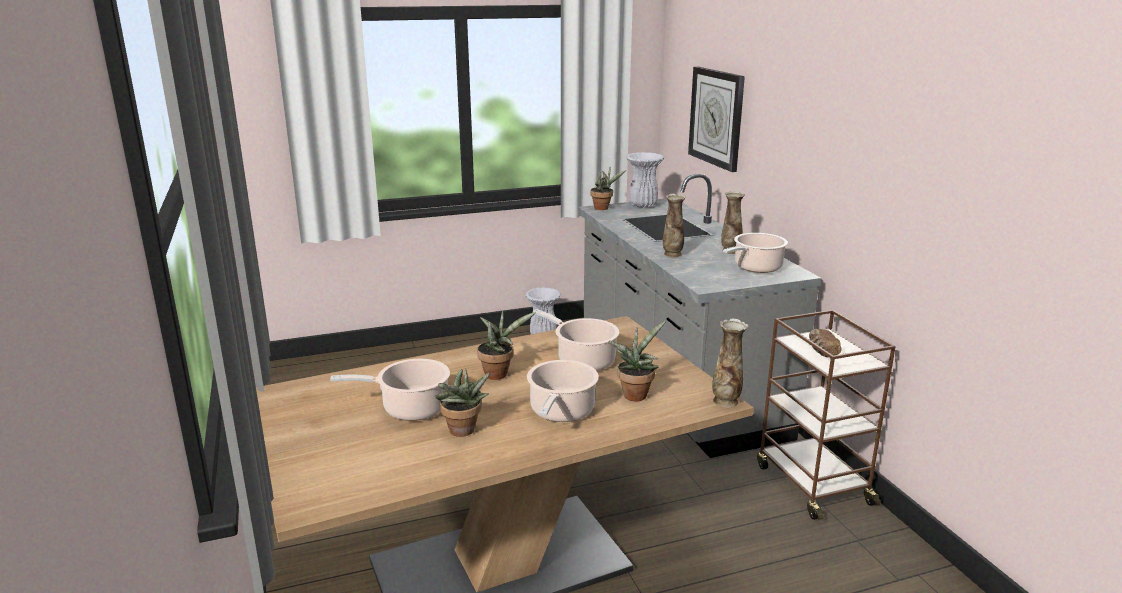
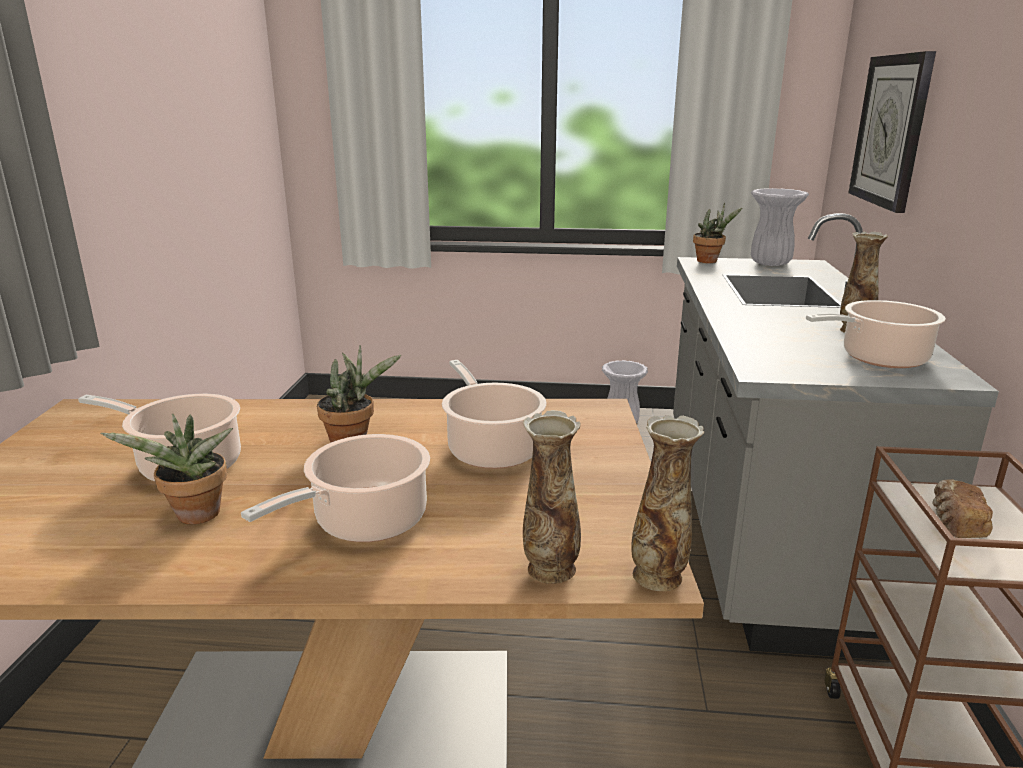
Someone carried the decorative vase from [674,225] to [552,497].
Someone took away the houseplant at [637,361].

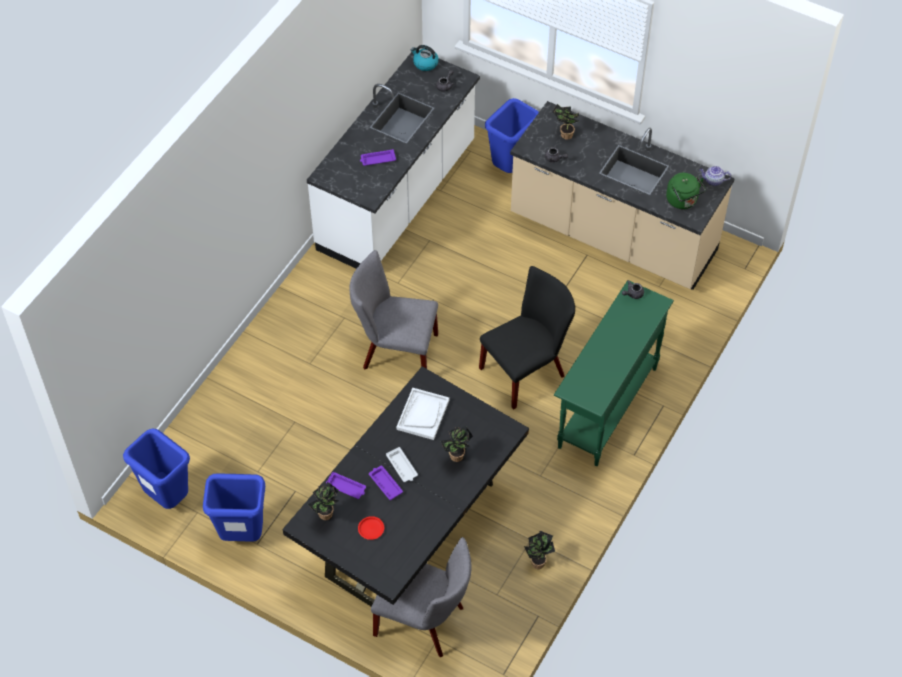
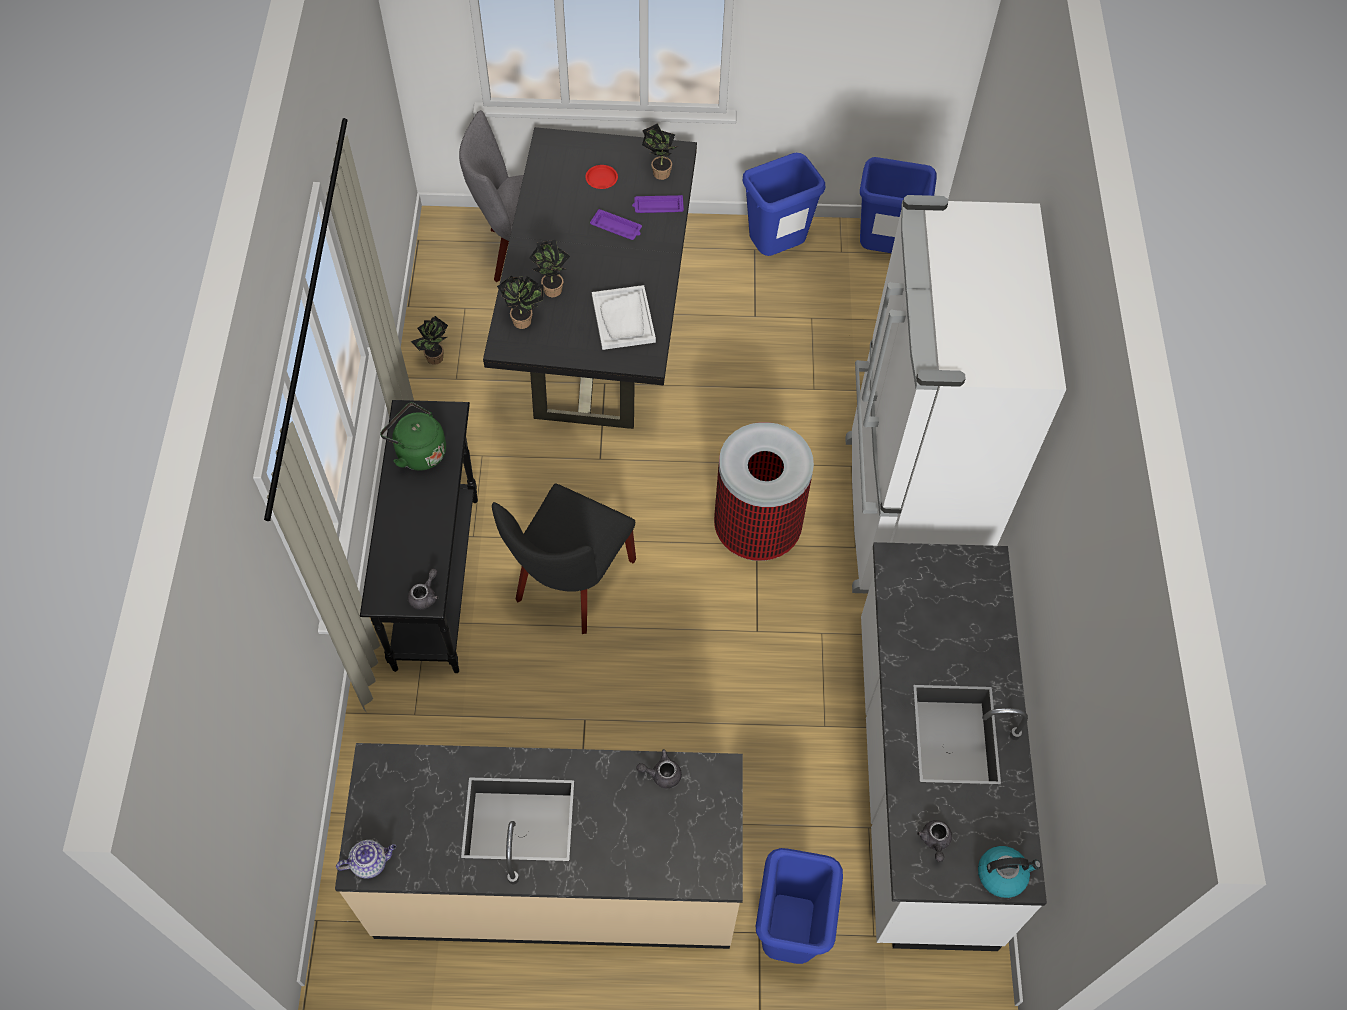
Someone carried the houseplant from [565,121] to [520,302].
Someone took away the carrying tray in purplish at [378,157].
Someone carried the kettle in green-coloured from [686,191] to [413,436].
Someone swapped the plain chair in grey at [393,310] for the waste bin at [764,491].
Someone repainted the narrow table in green-coloured at [614,373], which became the narrow table in black at [419,536].
Someone took away the carrying tray in white at [402,464].
Someone put down the refrigerator in white at [955,394].

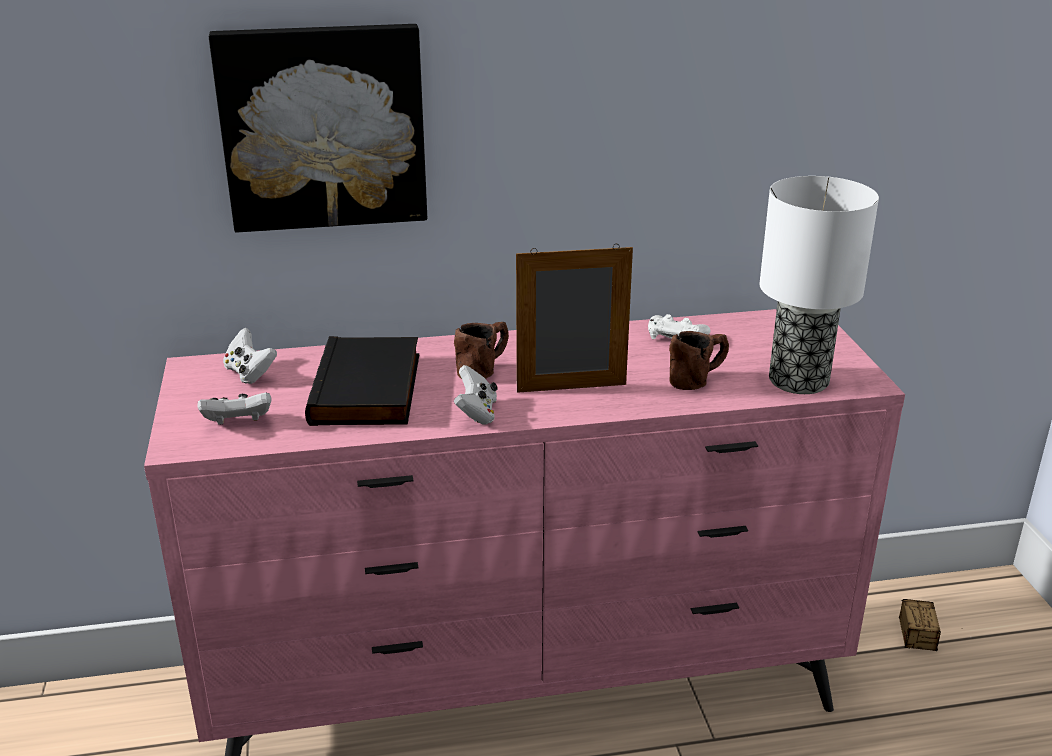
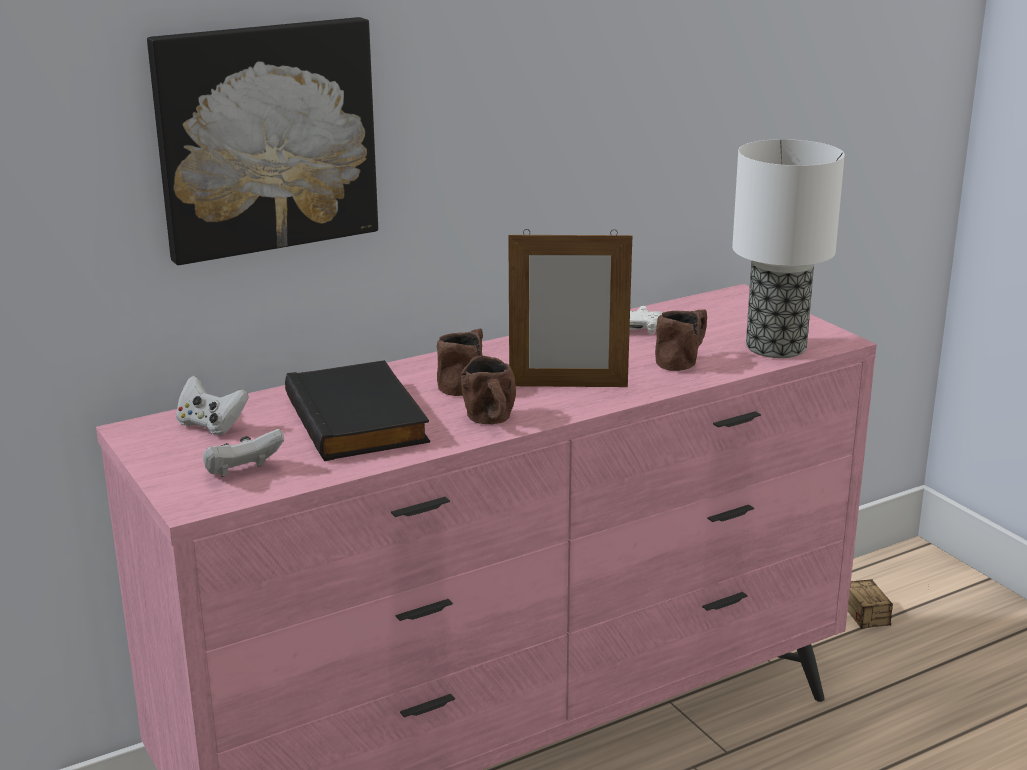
Someone rotated the picture frame at [574,318] by 150 degrees counterclockwise.
Someone swapped the joypad in white at [476,395] for the coffee mug in brownish at [488,390].

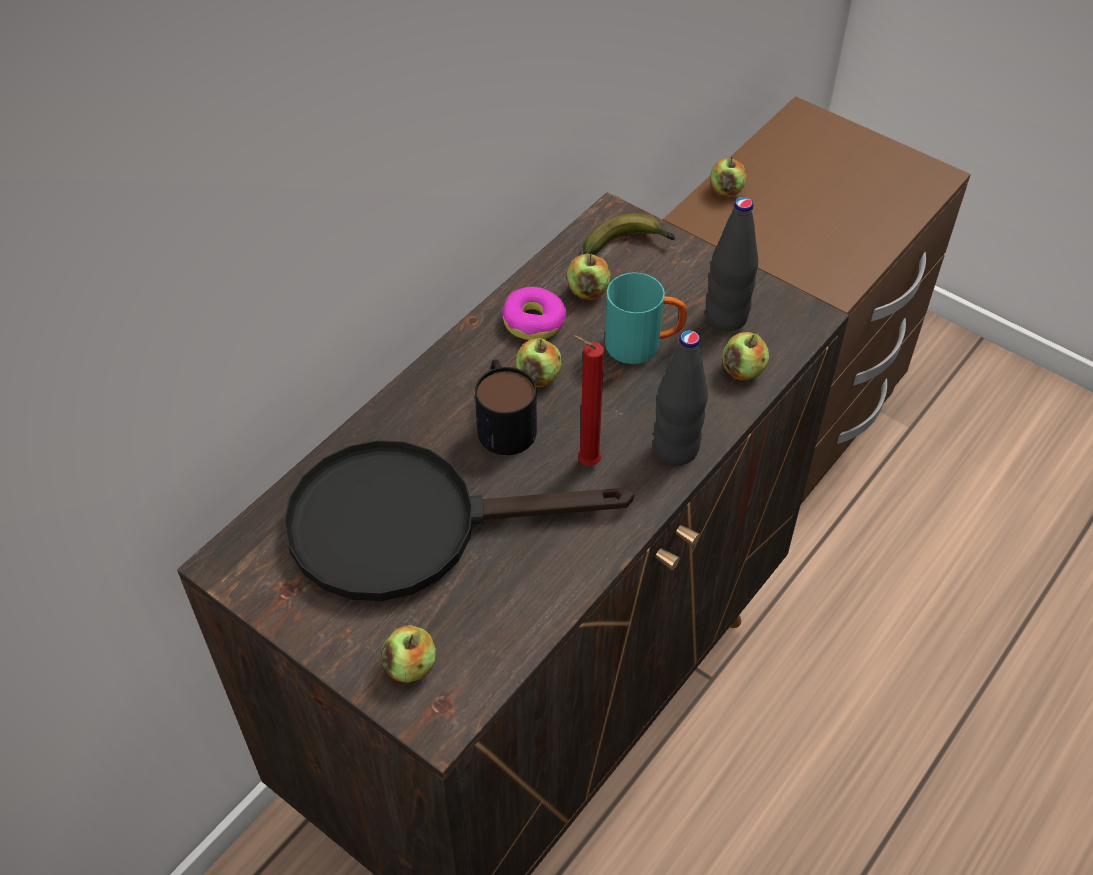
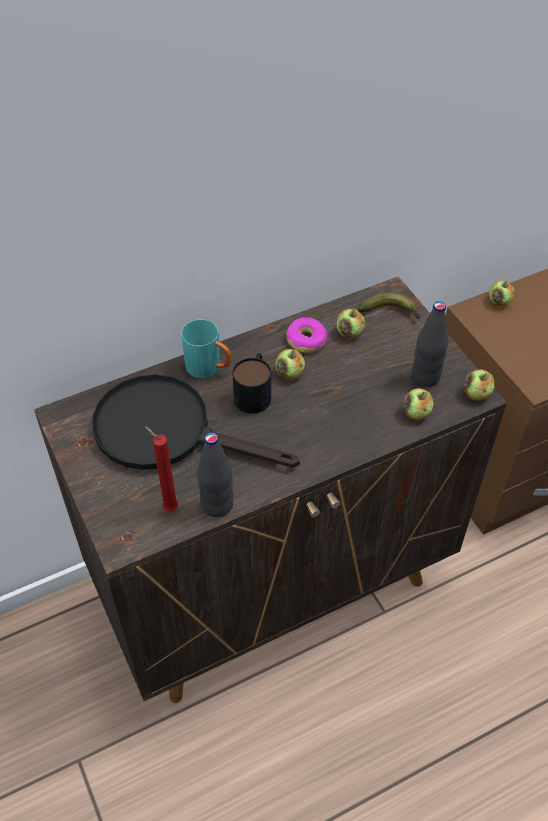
Someone carried the coffee mug in turquoise from [646,318] to [206,348].
Someone carried the beverage bottle in black from [680,398] to [215,474].
Someone carried the wax light in red from [588,400] to [161,469].
Someone carried the apple from [408,654] to [479,385].

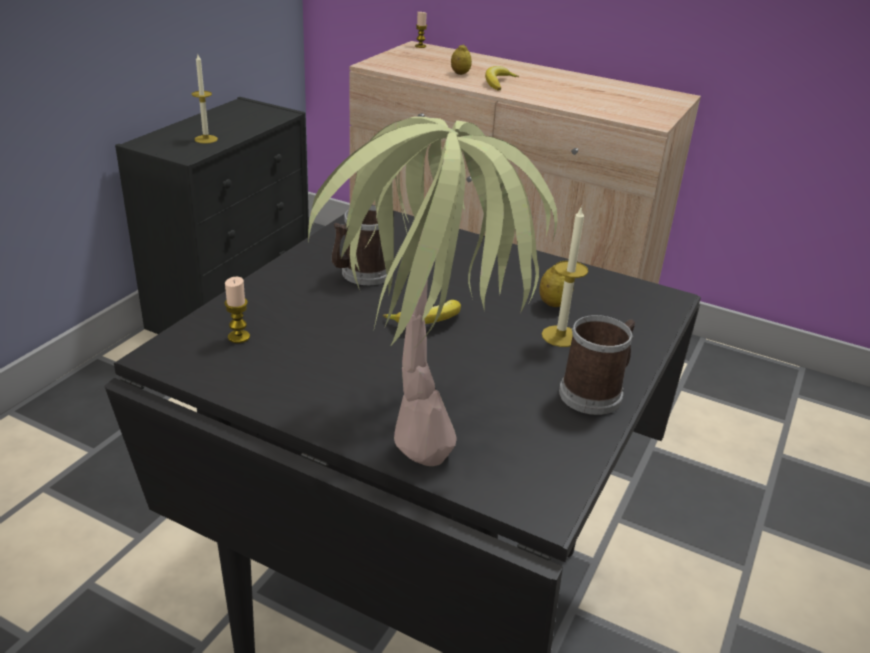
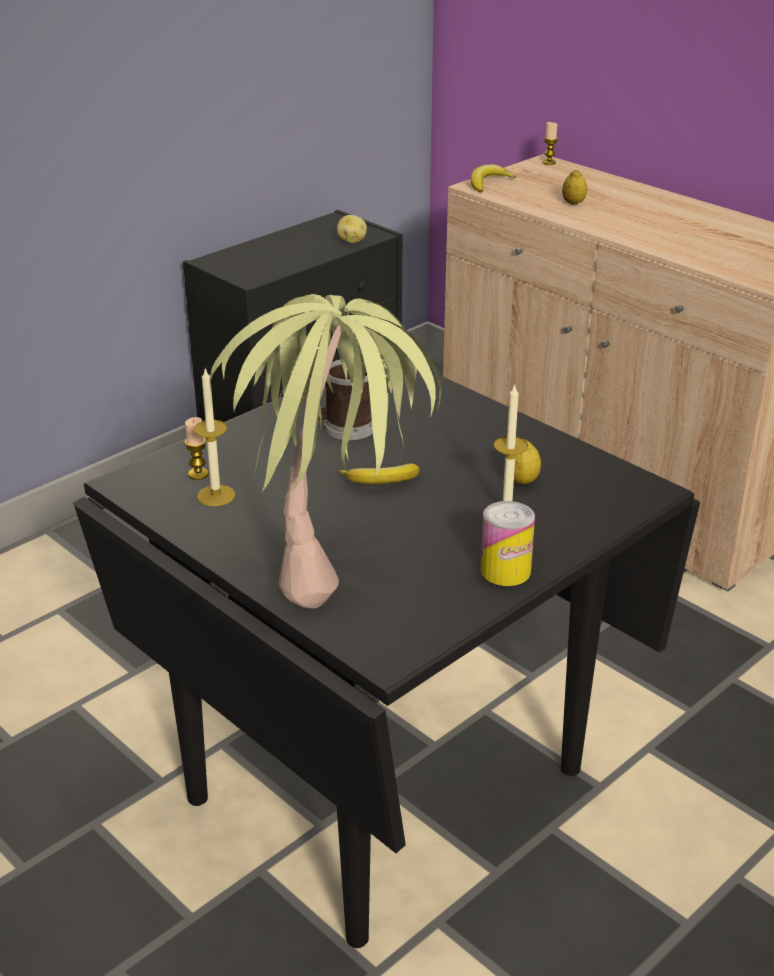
Someone carried the wax light from [205,99] to [214,437].
Someone carried the banana fruit from [502,78] to [493,178].
Someone swapped the coffee mug at [597,365] for the can at [508,543].
Someone put down the whole potato at [352,229].

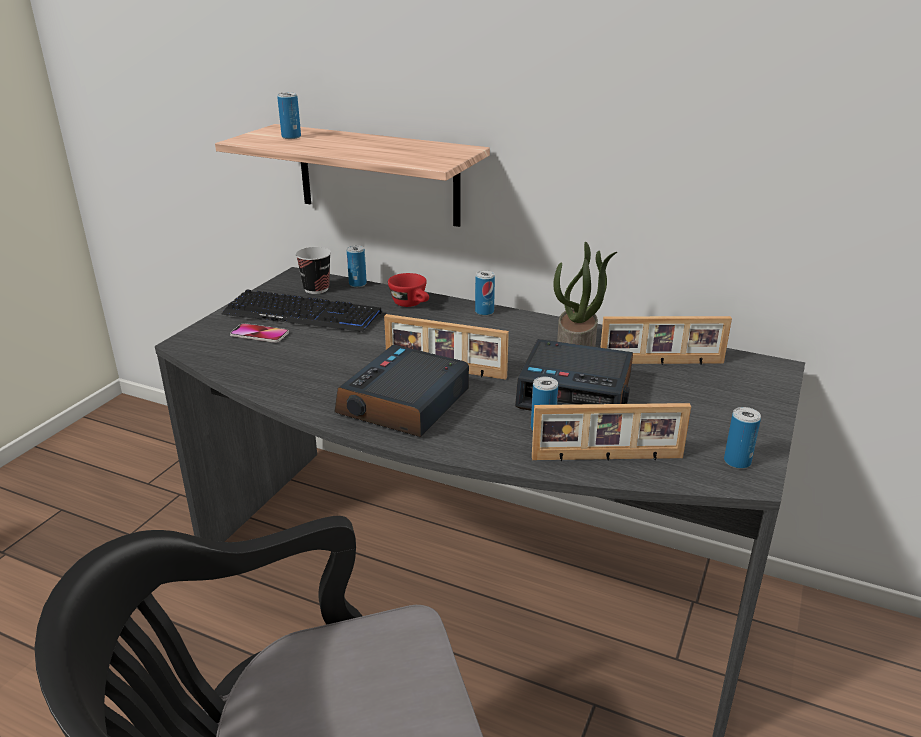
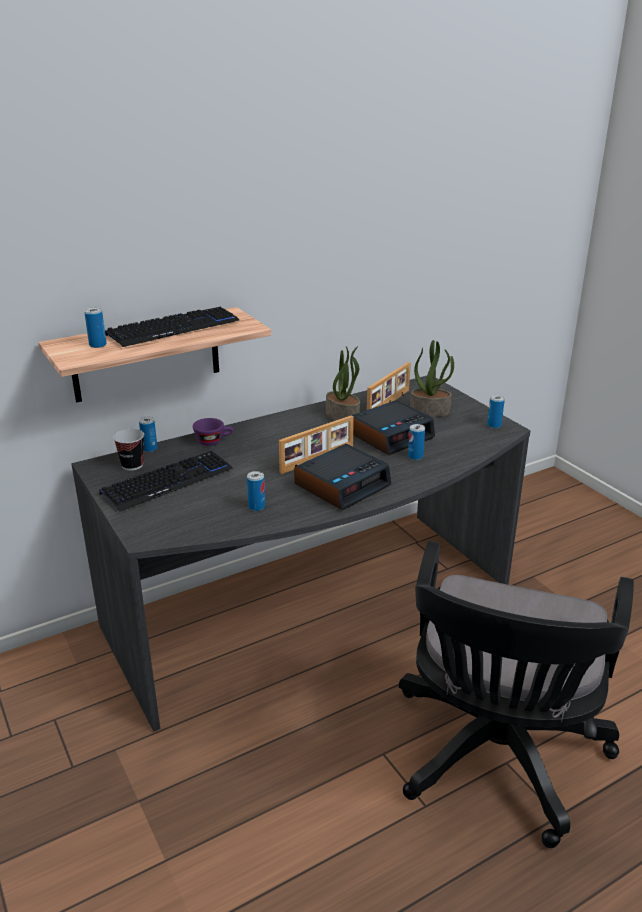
Someone carried the can from [485,293] to [256,491].
Someone repainted the small cup in red at [408,290], which became the small cup in purplish at [213,432].
Someone took away the telephone at [259,333].
Someone rotated the table clock at [402,390] by 105 degrees counterclockwise.
Someone took away the picture frame at [611,432].
Someone put down the computer keyboard at [172,327].
Someone put down the houseplant at [432,378].

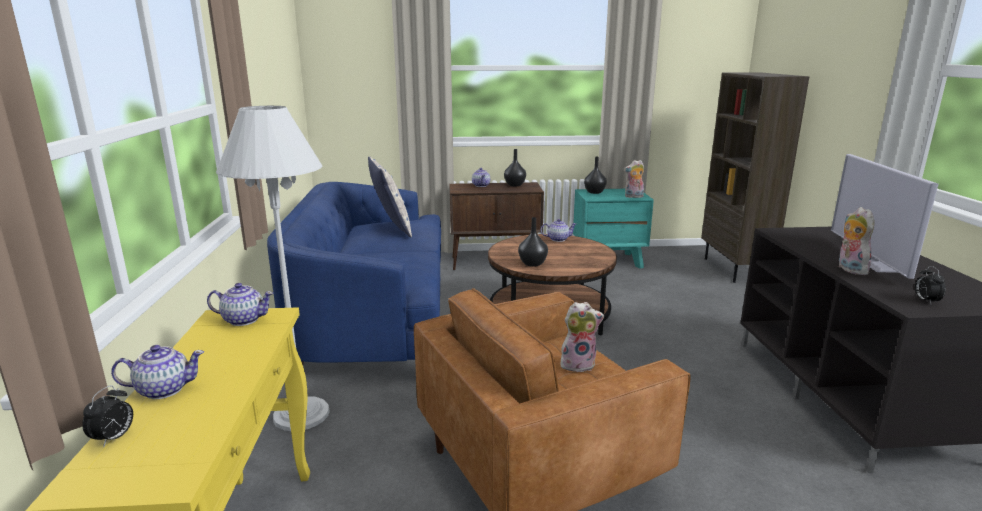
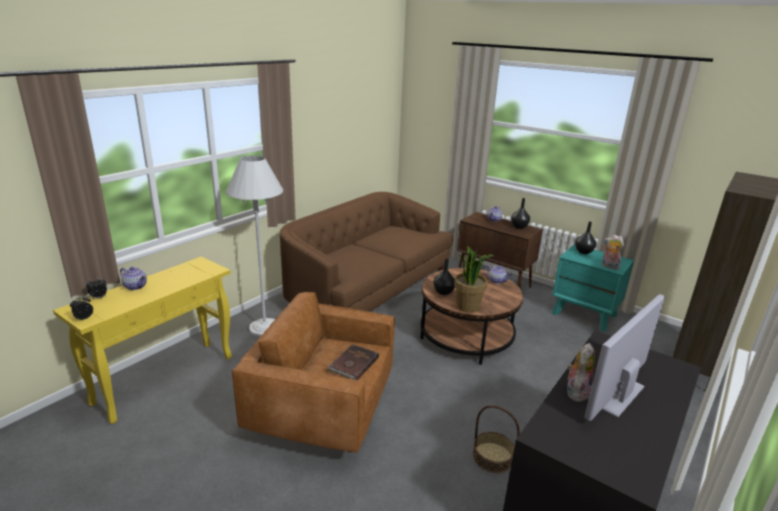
Someone took away the cushion at [390,196].
Someone repainted the settee in bluish at [354,273], which became the settee in brownish at [366,252].
Someone carried the table clock from [930,285] to [81,308].
Someone took away the teapot at [240,304].
Someone swapped the soft toy at [582,337] for the book in brownish at [353,362].
Someone put down the houseplant at [473,279].
Someone put down the storage basket at [496,439].

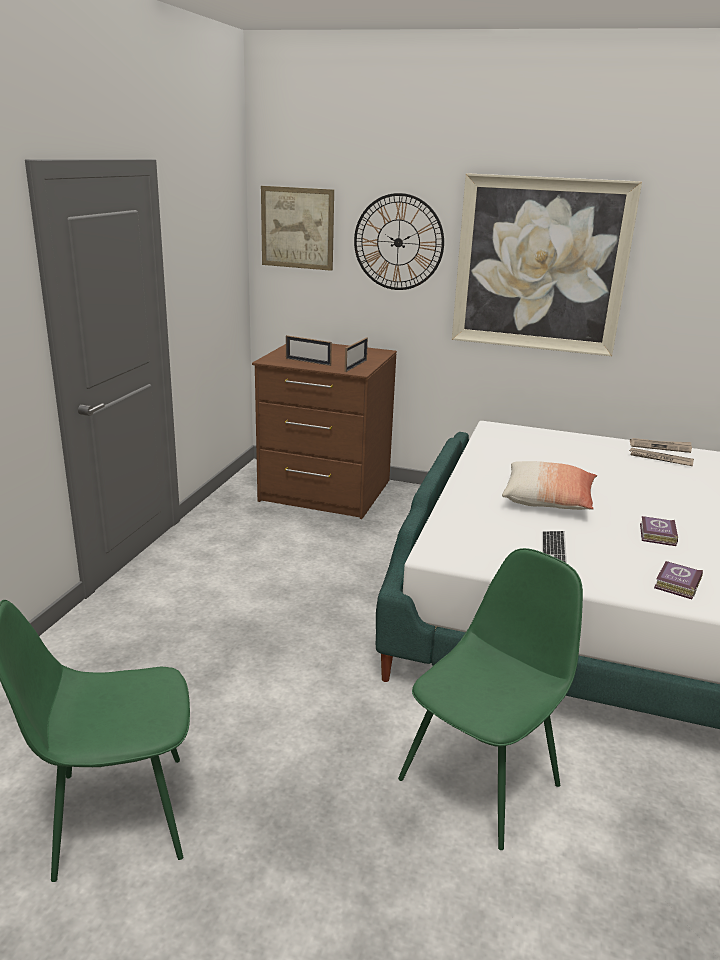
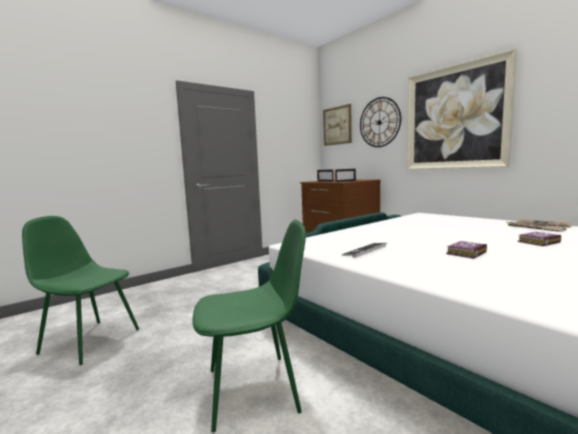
Someone took away the cushion at [549,485].
Someone carried the book from [678,580] to [539,239].

